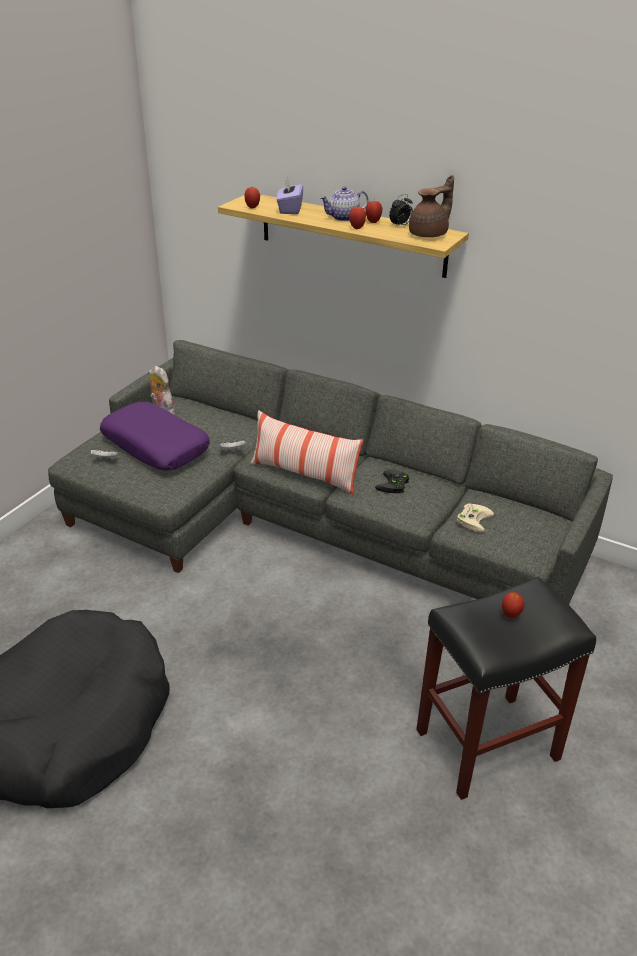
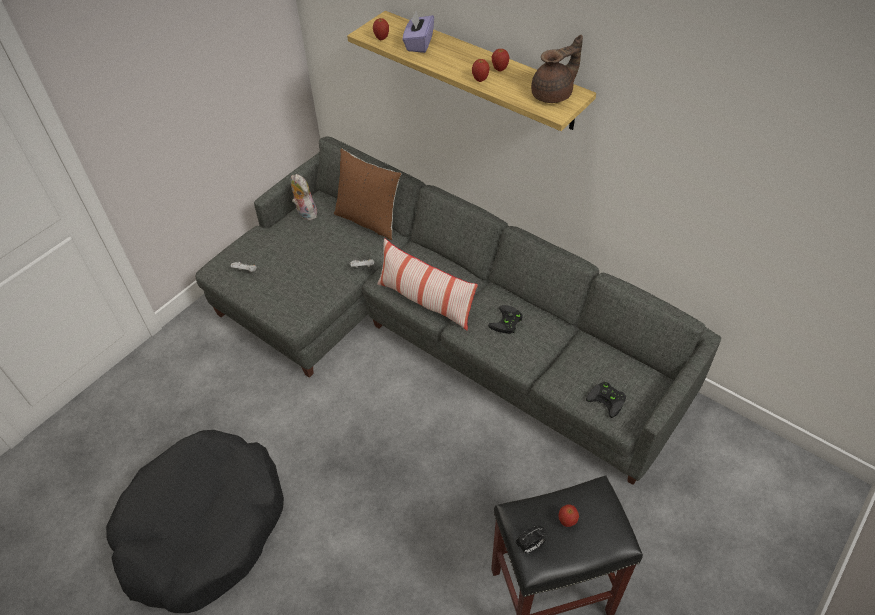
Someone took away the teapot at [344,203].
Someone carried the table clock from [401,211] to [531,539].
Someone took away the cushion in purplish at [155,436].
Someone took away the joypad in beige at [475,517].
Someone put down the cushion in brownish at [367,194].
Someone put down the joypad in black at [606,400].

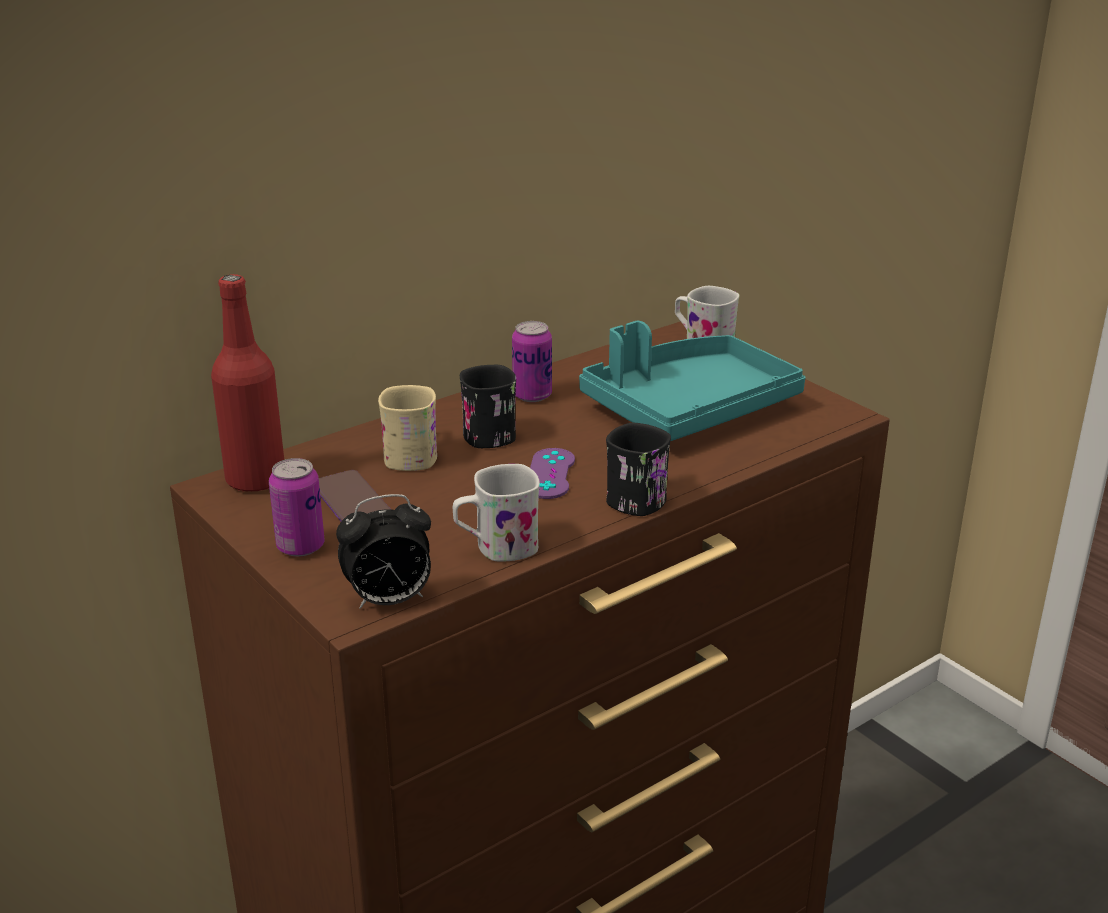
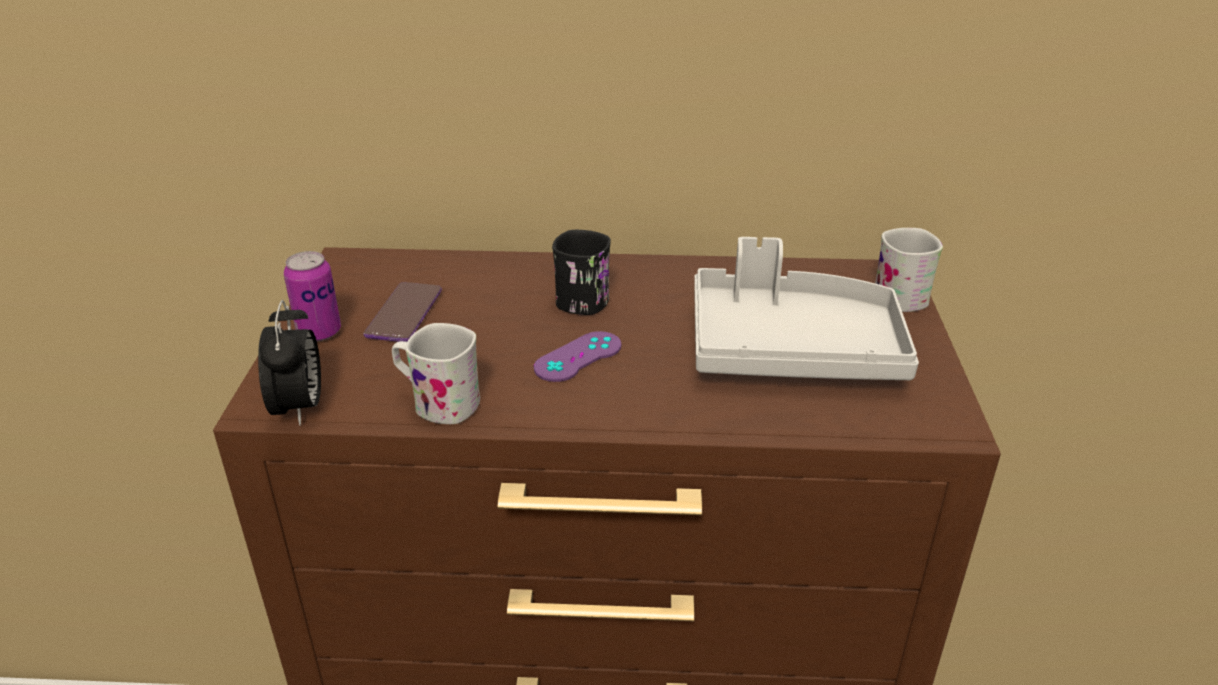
Someone took away the beverage bottle in red at [247,382].
Someone took away the can at [532,361].
Someone repainted the carrying tray in turquoise at [692,381], which became the carrying tray in grey at [806,308].
Someone took away the coffee mug in beige at [407,428].
Someone took away the coffee mug in black at [638,469].
Someone rotated the table clock at [383,551] by 120 degrees counterclockwise.

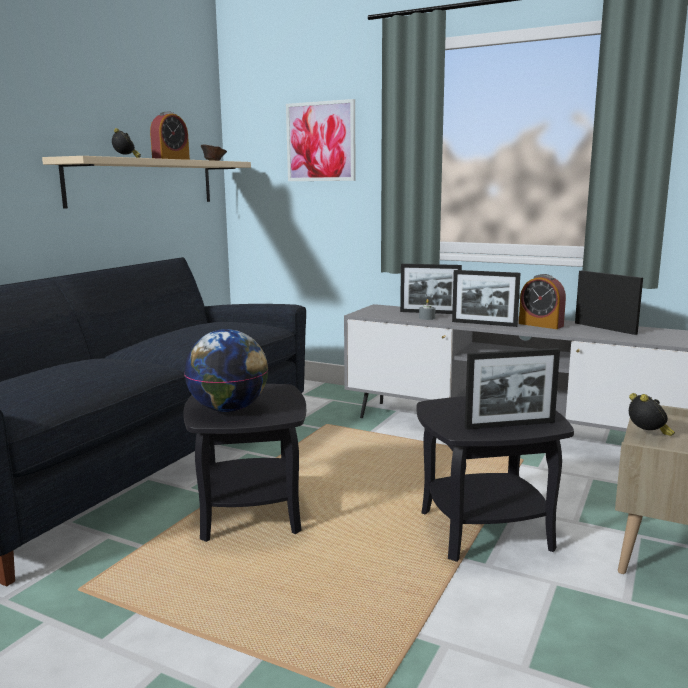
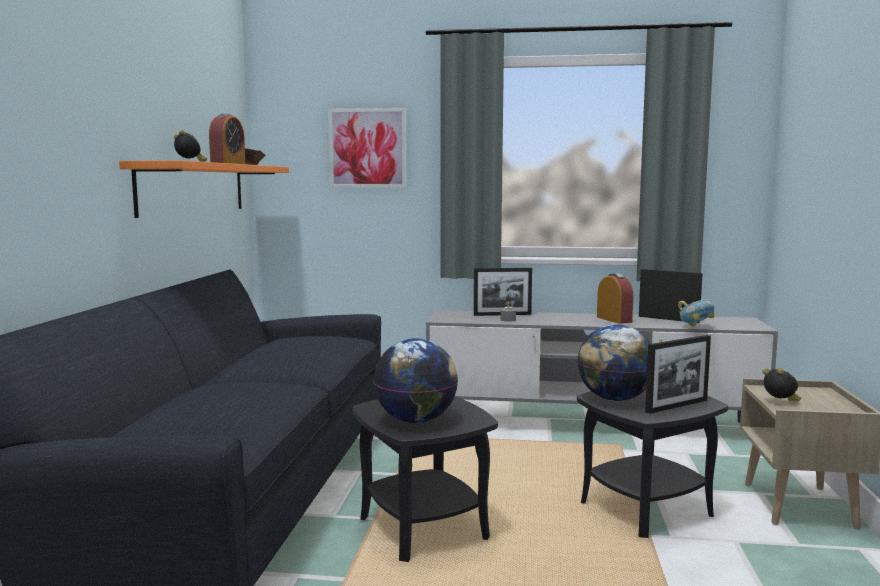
Someone repainted the wall shelf in beige at [146,182], which became the wall shelf in orange-coloured at [204,189].
Someone took away the picture frame at [486,298].
Someone rotated the table clock at [542,301] by 135 degrees counterclockwise.
Someone put down the serving bowl at [696,313].
Someone put down the world globe at [614,362].

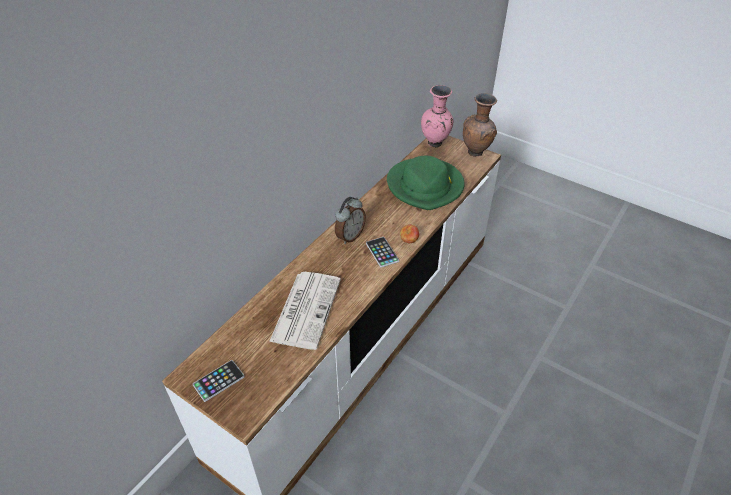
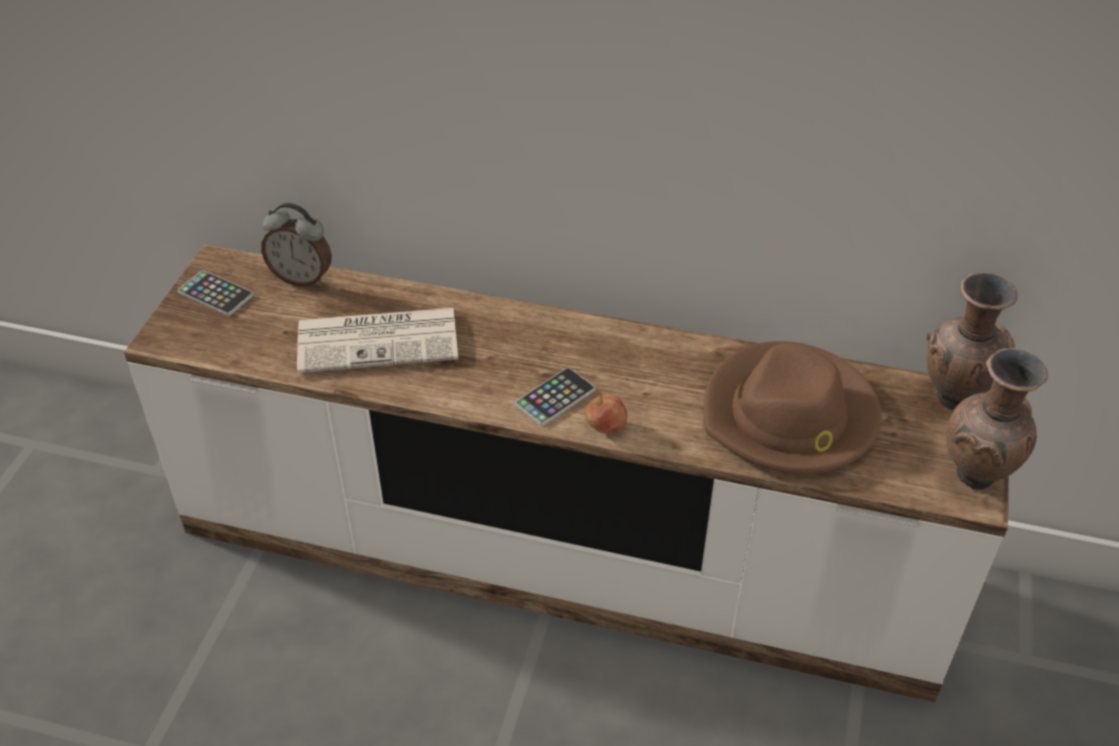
Someone repainted the decorative vase in pink at [437,116], which became the decorative vase in brownish at [972,341].
Someone repainted the wearable hat in green-coloured at [426,183], which became the wearable hat in brownish at [792,407].
Someone carried the table clock from [350,220] to [296,245].

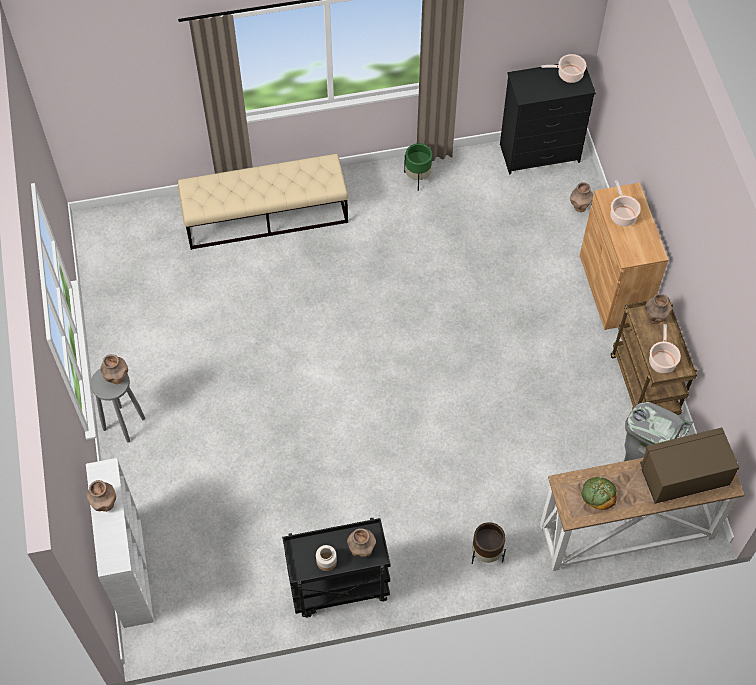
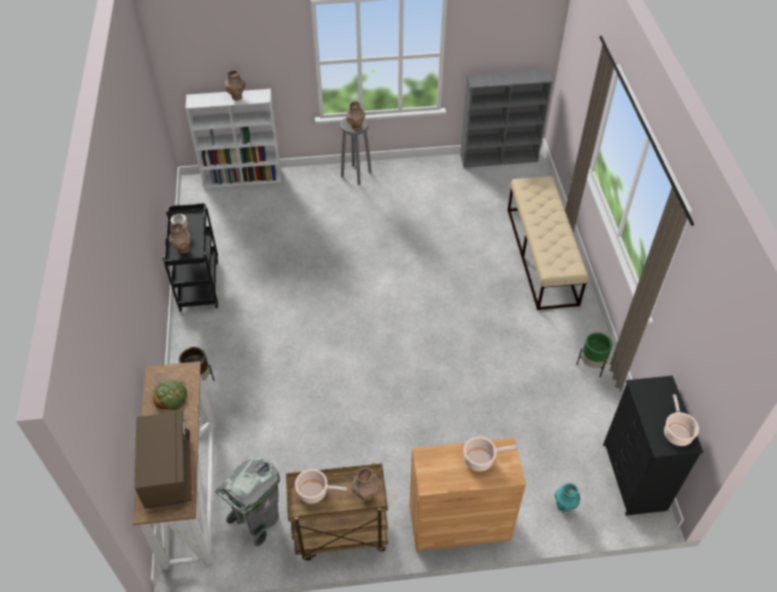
Someone repainted the decorative vase in brownish at [581,197], which became the decorative vase in turquoise at [567,497].
Someone put down the bookcase in grey at [506,118].

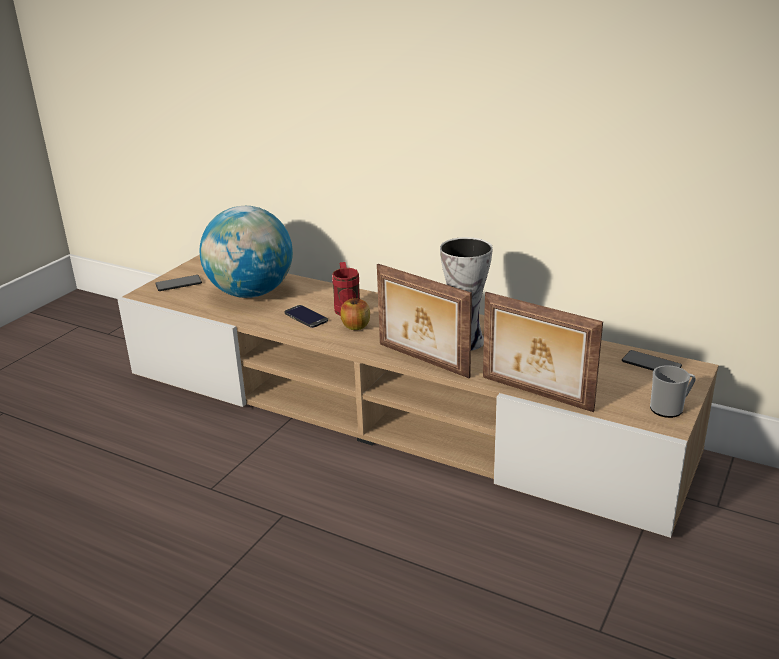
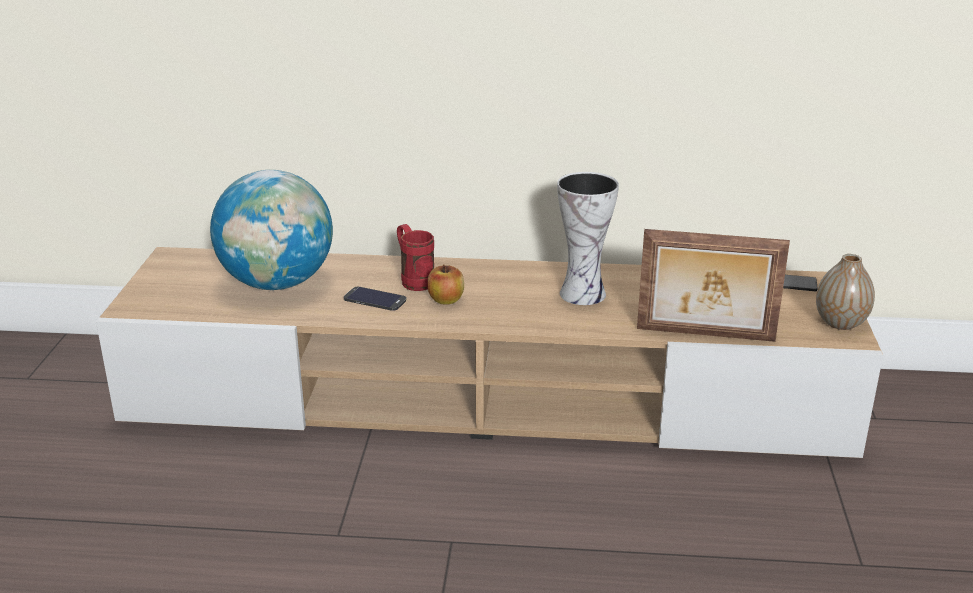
Someone took away the picture frame at [424,321].
Someone took away the telephone at [178,283].
Someone swapped the coffee mug at [673,391] for the decorative vase at [845,292].

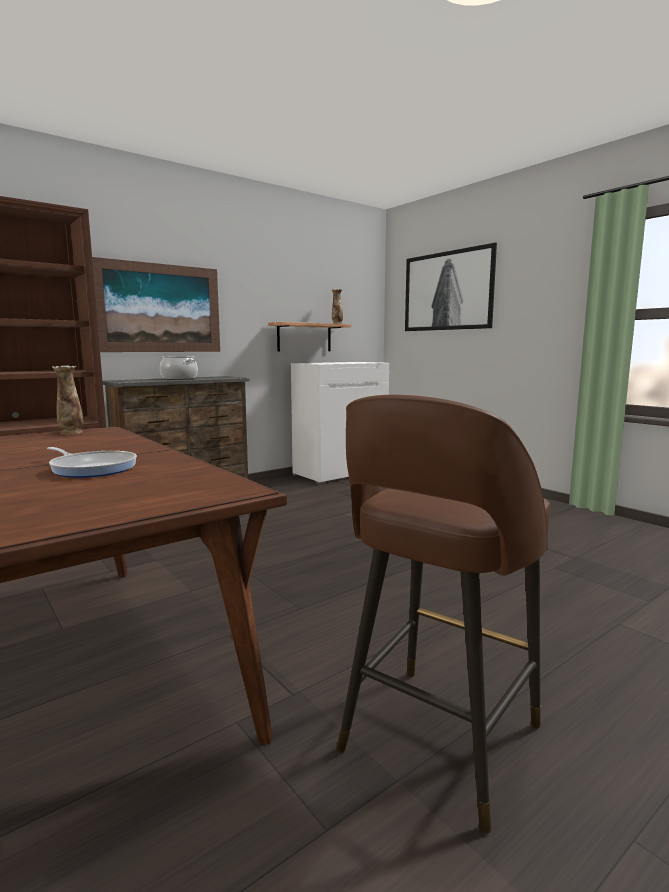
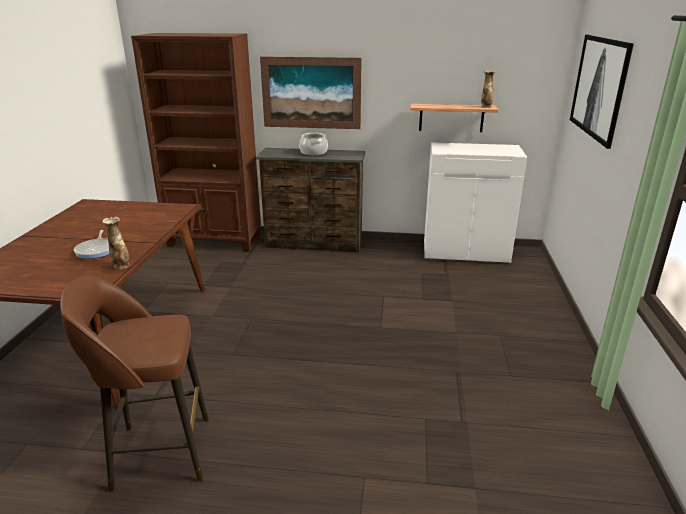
Someone carried the decorative vase from [67,399] to [116,243].

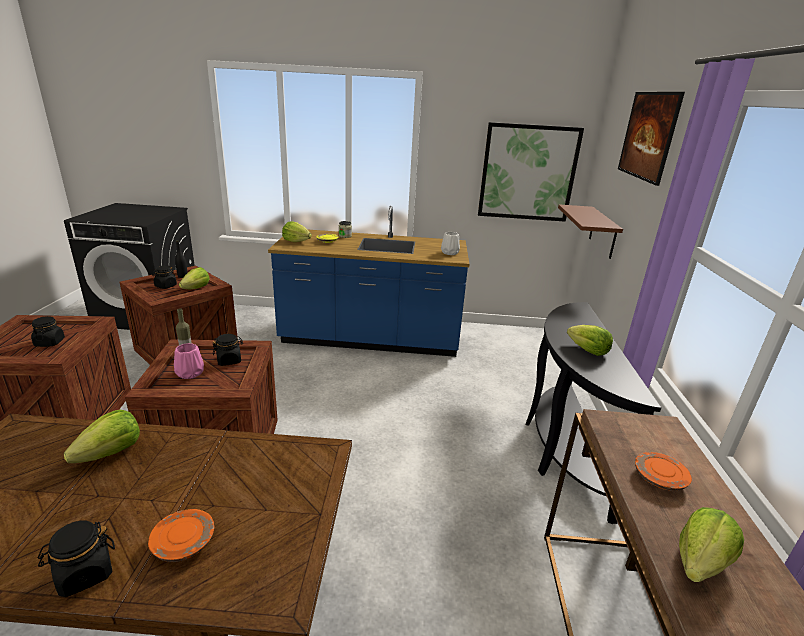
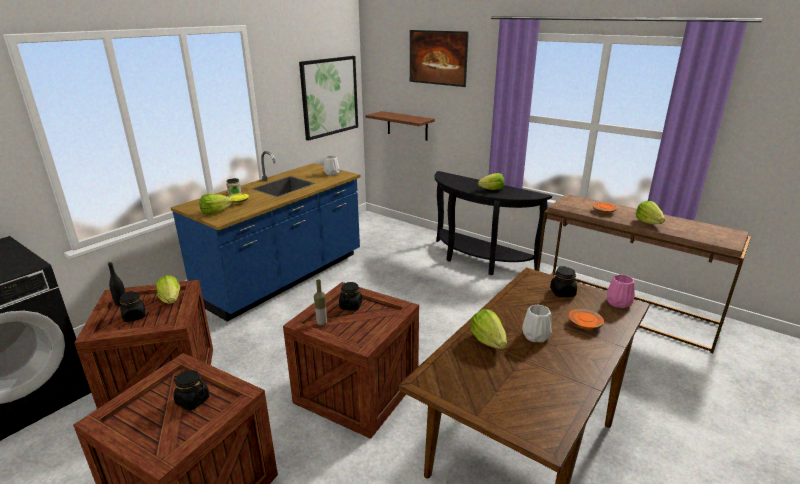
Someone carried the decorative vase in pink from [189,361] to [621,291].
Someone carried the preserve jar in black from [76,559] to [563,281].
Someone put down the decorative vase in white at [537,323].

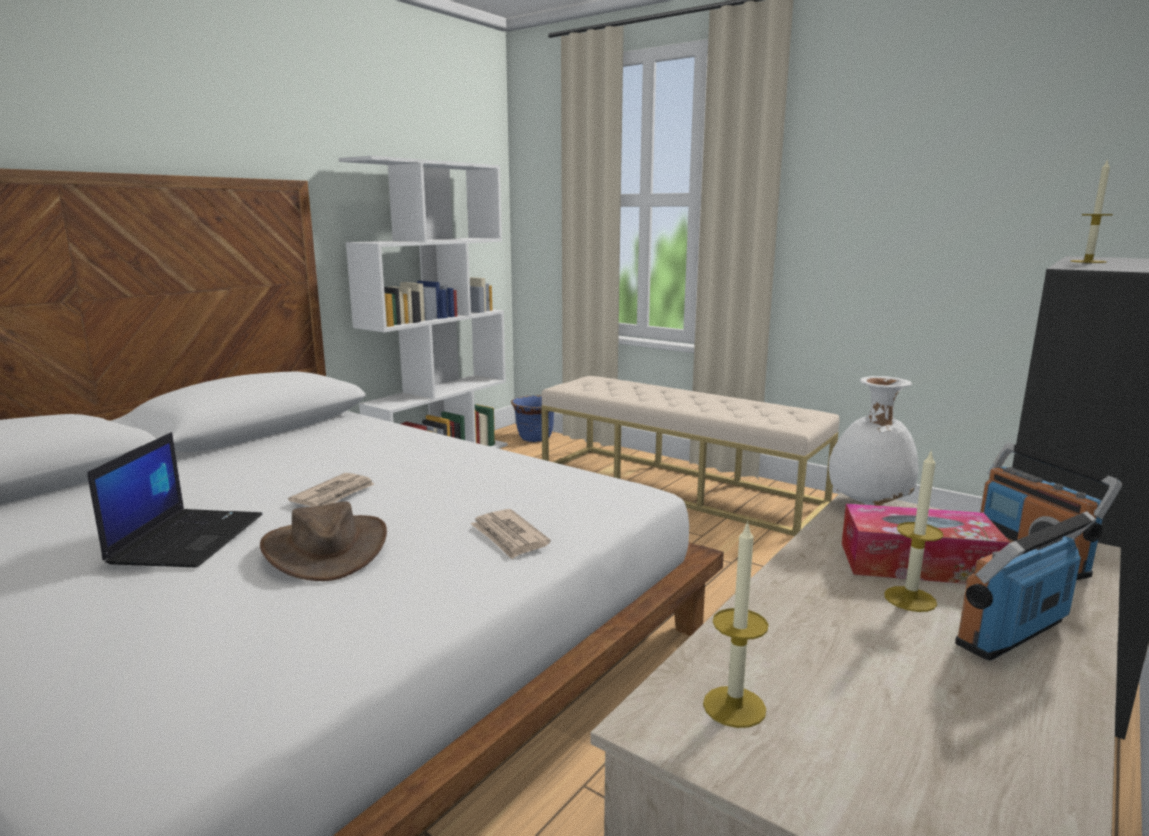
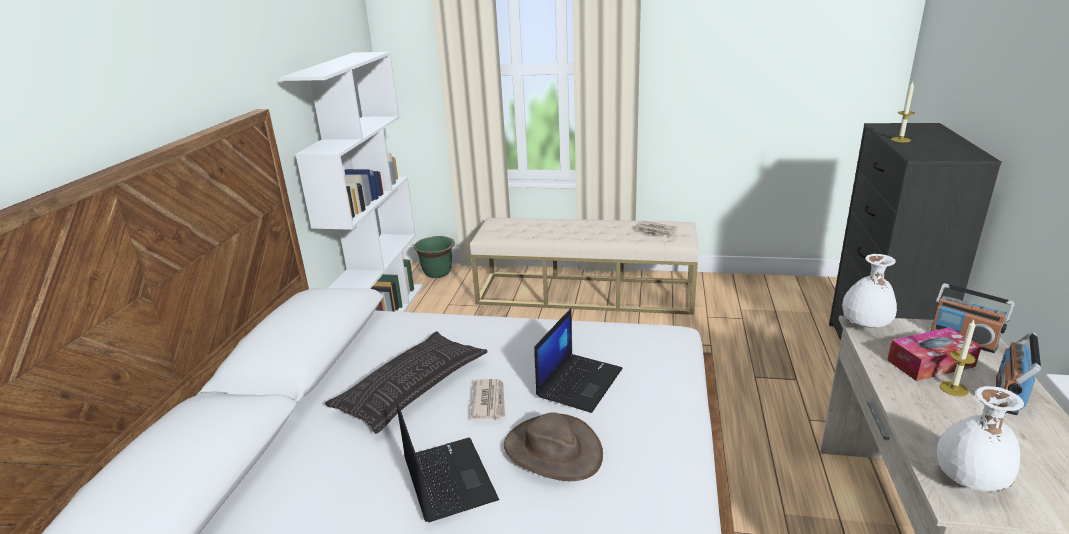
Someone repainted the planter in bluish at [532,418], which became the planter in green-coloured at [434,257].
Someone carried the daily paper from [511,534] to [656,229].
Someone swapped the wax light at [735,624] for the decorative vase in white at [980,439].
Someone put down the portable computer at [578,360].
Someone put down the cushion at [406,383].

